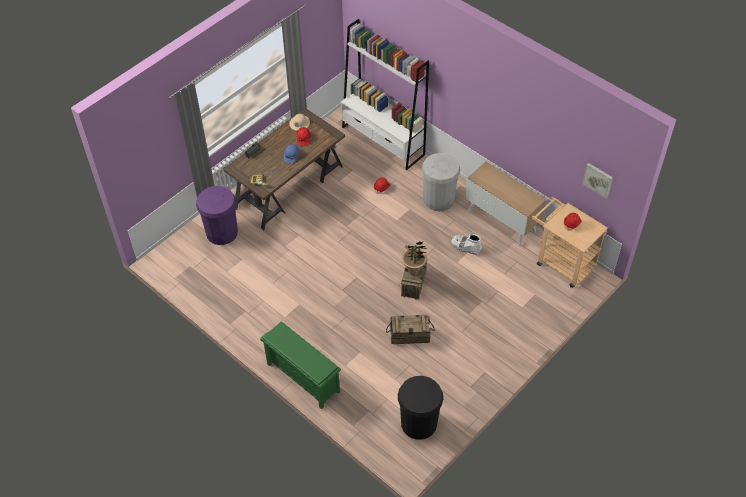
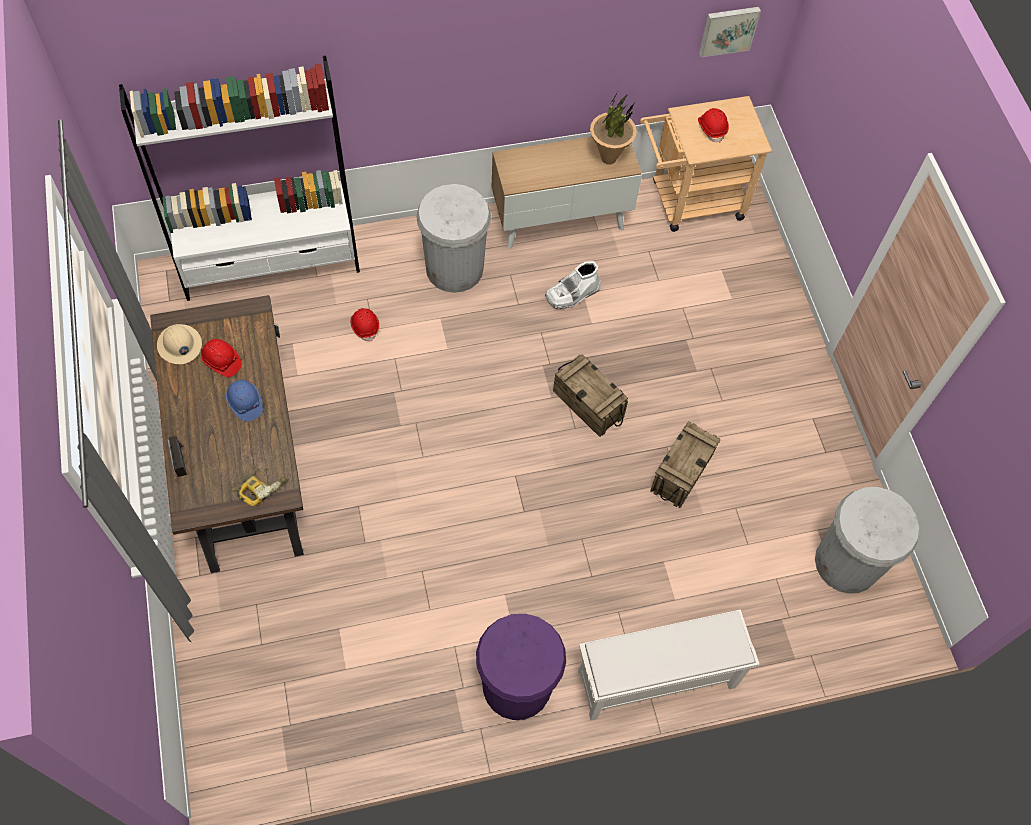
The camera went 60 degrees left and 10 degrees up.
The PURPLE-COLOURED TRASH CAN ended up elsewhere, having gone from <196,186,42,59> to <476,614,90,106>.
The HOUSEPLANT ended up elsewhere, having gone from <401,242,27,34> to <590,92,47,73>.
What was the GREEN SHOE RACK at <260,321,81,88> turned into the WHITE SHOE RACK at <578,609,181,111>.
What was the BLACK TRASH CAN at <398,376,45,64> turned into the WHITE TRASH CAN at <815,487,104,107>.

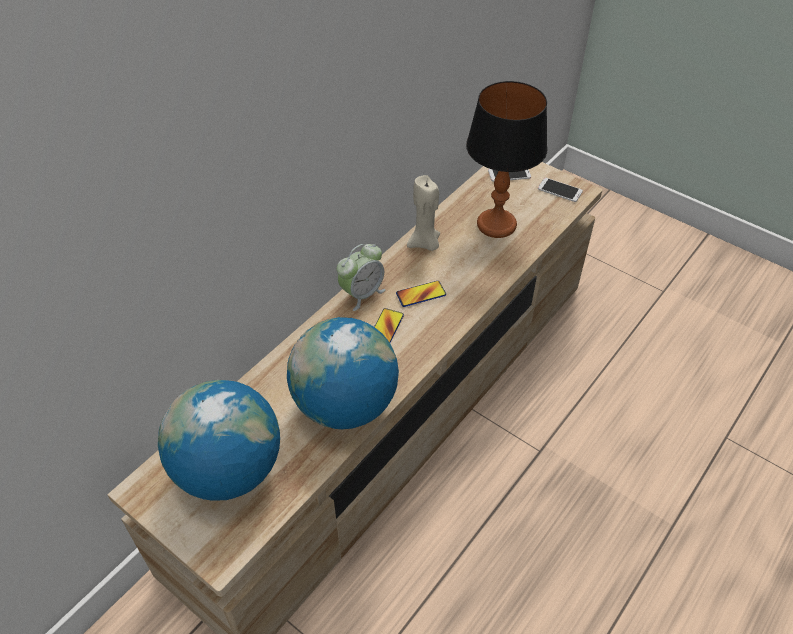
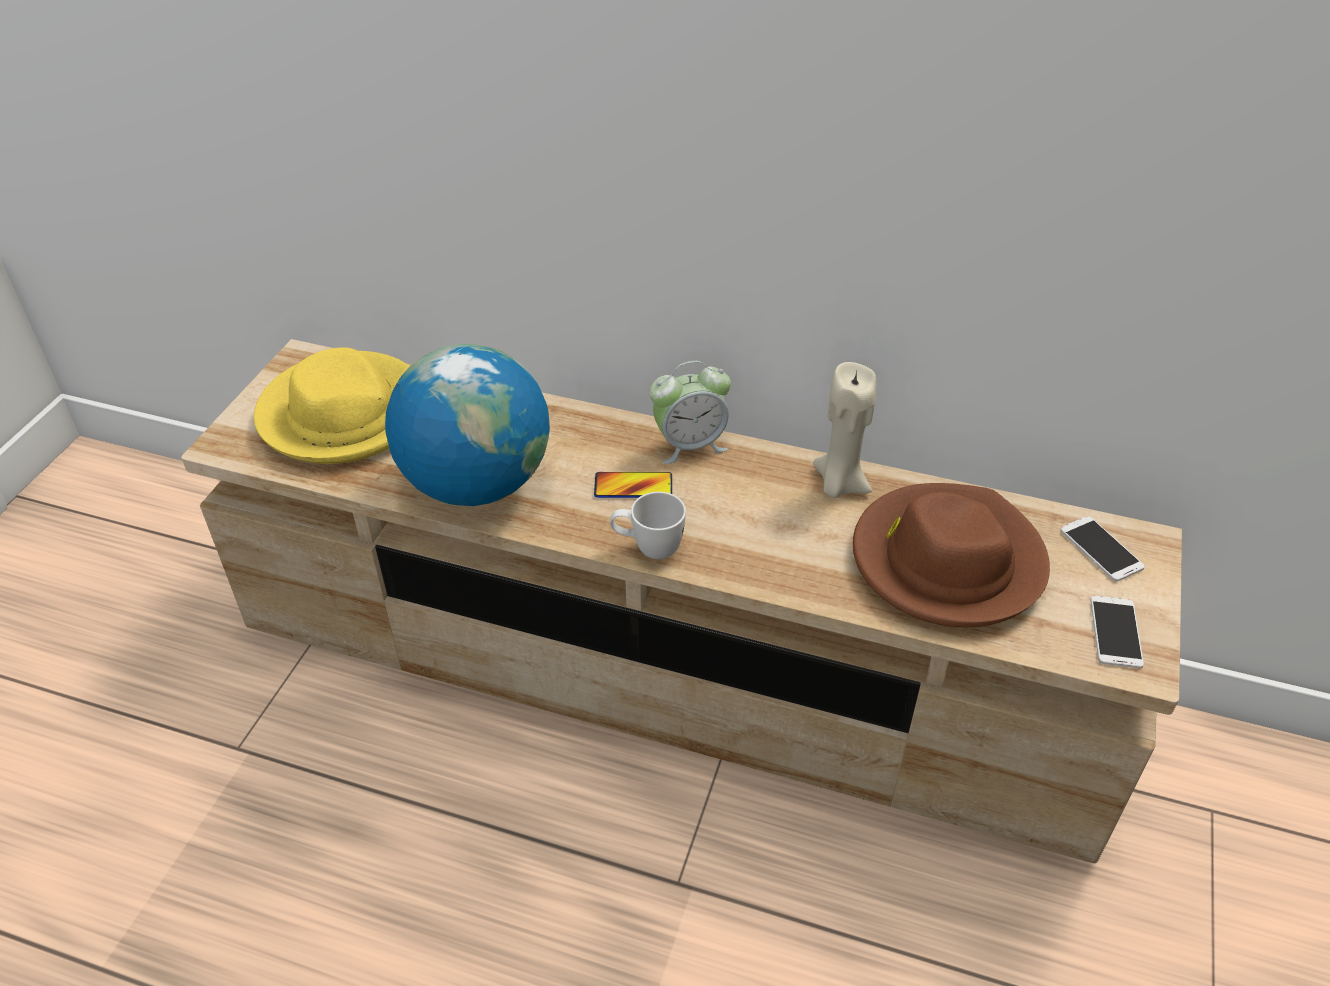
The camera went 70 degrees right and 5 degrees down.
Where the LAMP FOR A TABLE stood at <466,81,82,157>, the BROWN-COLOURED CLOTHING HAT came to stand at <853,483,197,144>.
The ALARM CLOCK at <337,244,49,67> ended up facing another way, 45 degrees counterclockwise from before.
The second view lost the TELEPHONE at <396,281,50,26>.
Where the WORLD GLOBE stood at <158,380,122,121>, the YELLOW-COLOURED CLOTHING HAT came to stand at <254,348,156,116>.
The second view gained the WHITE COFFEE MUG at <610,492,76,67>.

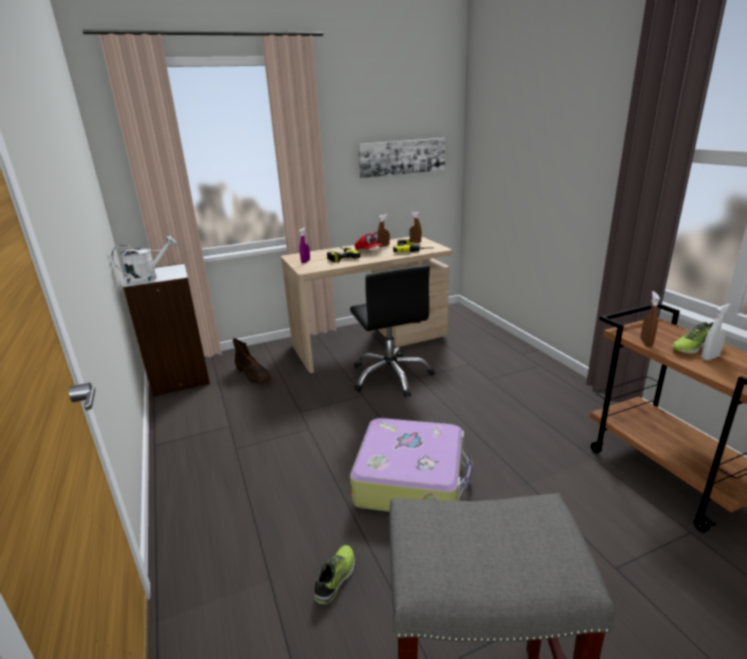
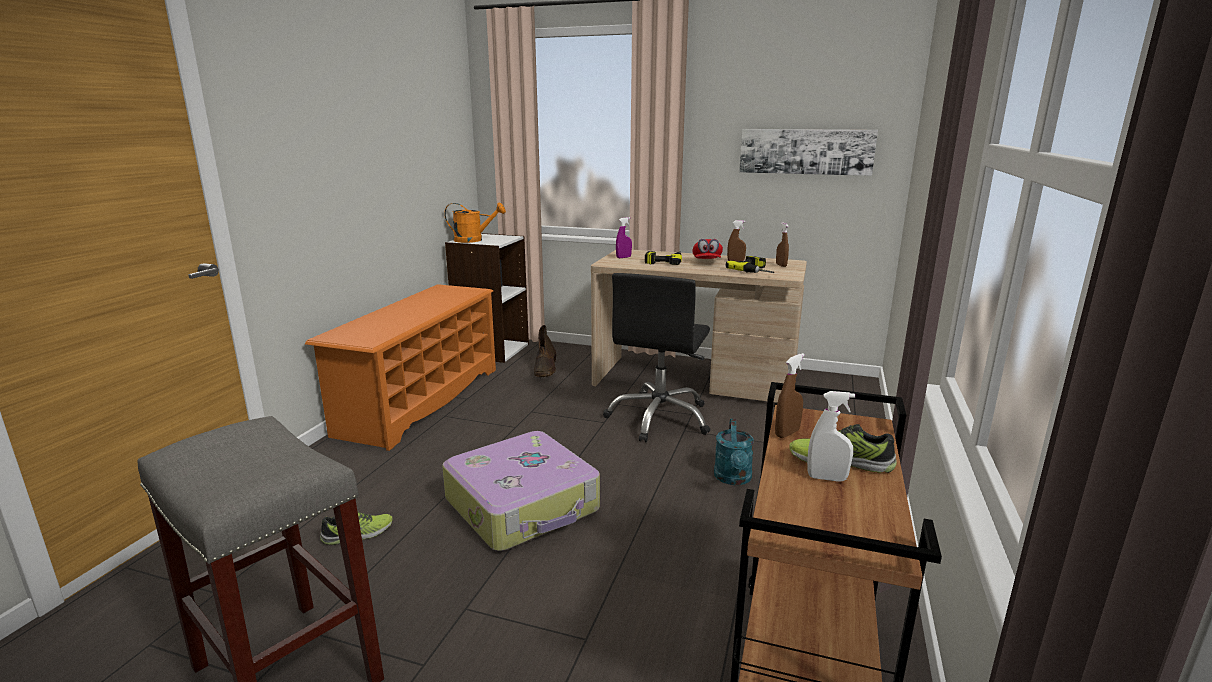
The camera went 40 degrees right and 5 degrees down.
What was the WHITE SPRINKLING CAN at <112,236,64,48> turned into the ORANGEY SPRINKLING CAN at <444,203,62,40>.
The second view gained the ORANGEY SHOE RACK at <305,284,191,167>.
The second view gained the BLUE-GREEN SPRINKLING CAN at <714,419,40,66>.

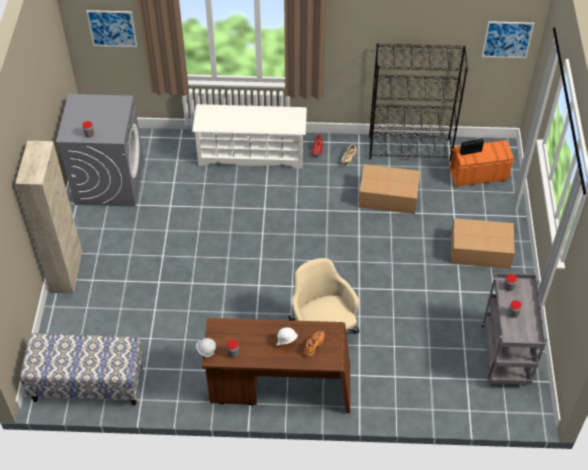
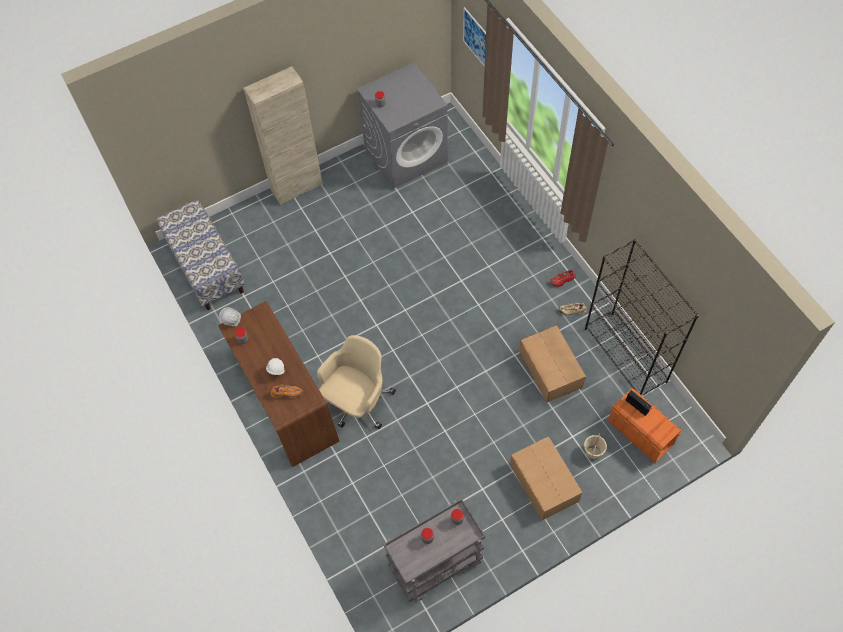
The camera went 60 degrees right and 10 degrees up.
The second view lost the WALL ART at <482,21,52,37>.
The second view lost the WHITE SHOE RACK at <192,104,115,65>.
The second view gained the BEIGE PAIL at <584,433,23,26>.

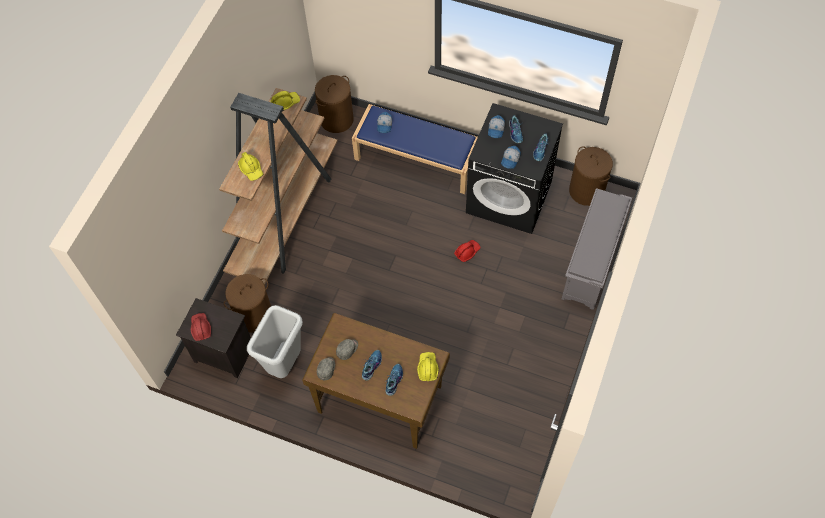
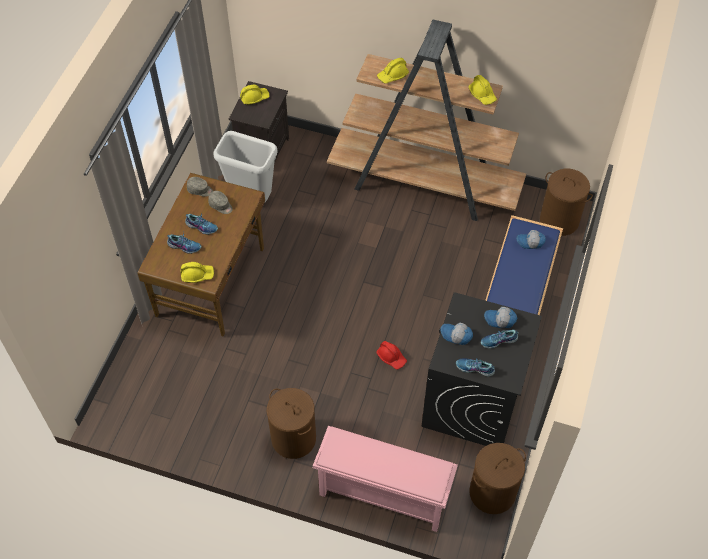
The camera went 85 degrees right and 5 degrees down.
What was the GRAY SHOE RACK at <562,188,70,122> turned into the PINKISH SHOE RACK at <313,426,145,106>.
The BROWN-COLOURED LAUNDRY BASKET ended up elsewhere, having gone from <224,274,47,59> to <267,388,49,71>.
What was the REDDISH WORK HELMET at <191,313,20,28> turned into the YELLOW-COLOURED WORK HELMET at <240,85,30,20>.

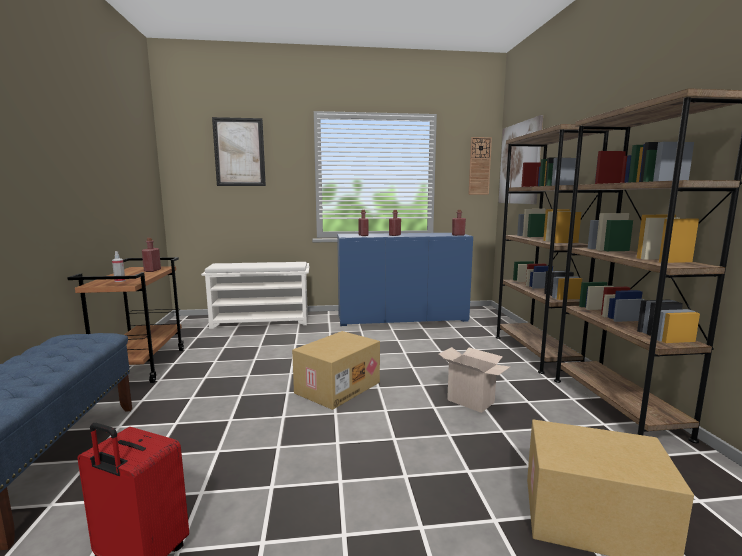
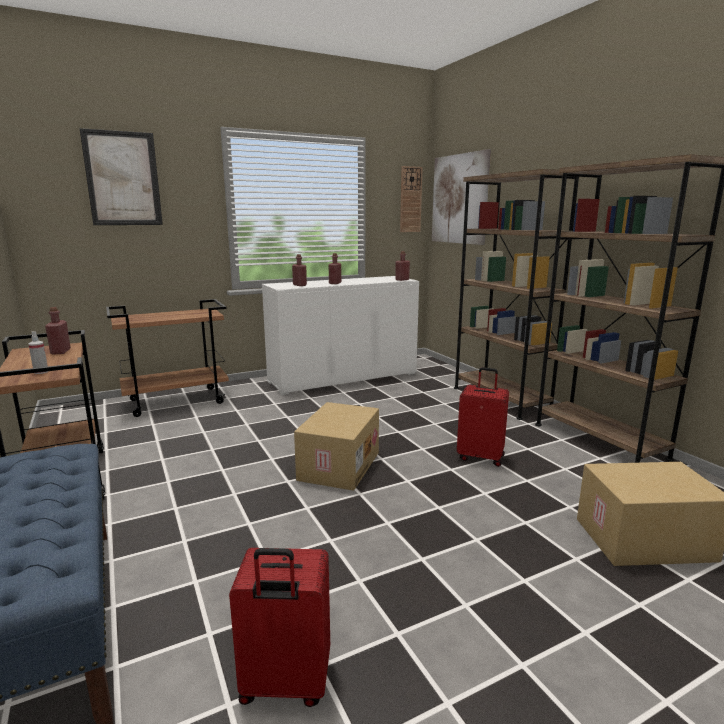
The camera went 20 degrees left and 5 degrees up.
What was the BLUE STORAGE CABINET at <337,233,136,93> turned into the WHITE STORAGE CABINET at <262,276,157,119>.
Where the WHITE SHOE RACK stood at <201,262,109,67>, the BROWN-COLOURED TROLLEY came to stand at <106,299,123,118>.
Where the PACKING BOX stood at <439,347,71,66>, the REDDISH SUITCASE came to stand at <457,367,52,100>.

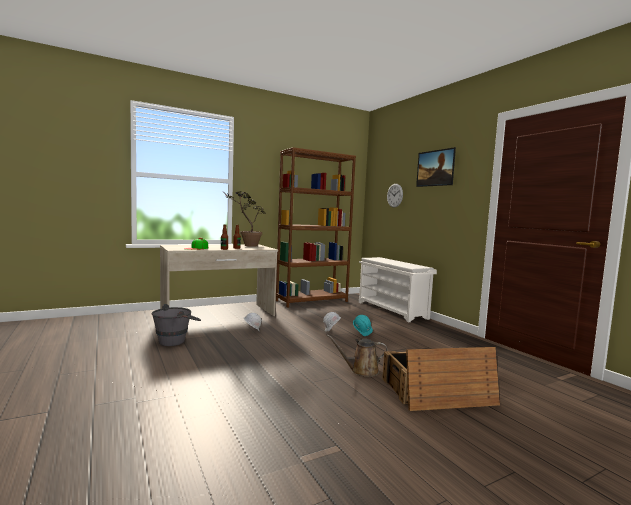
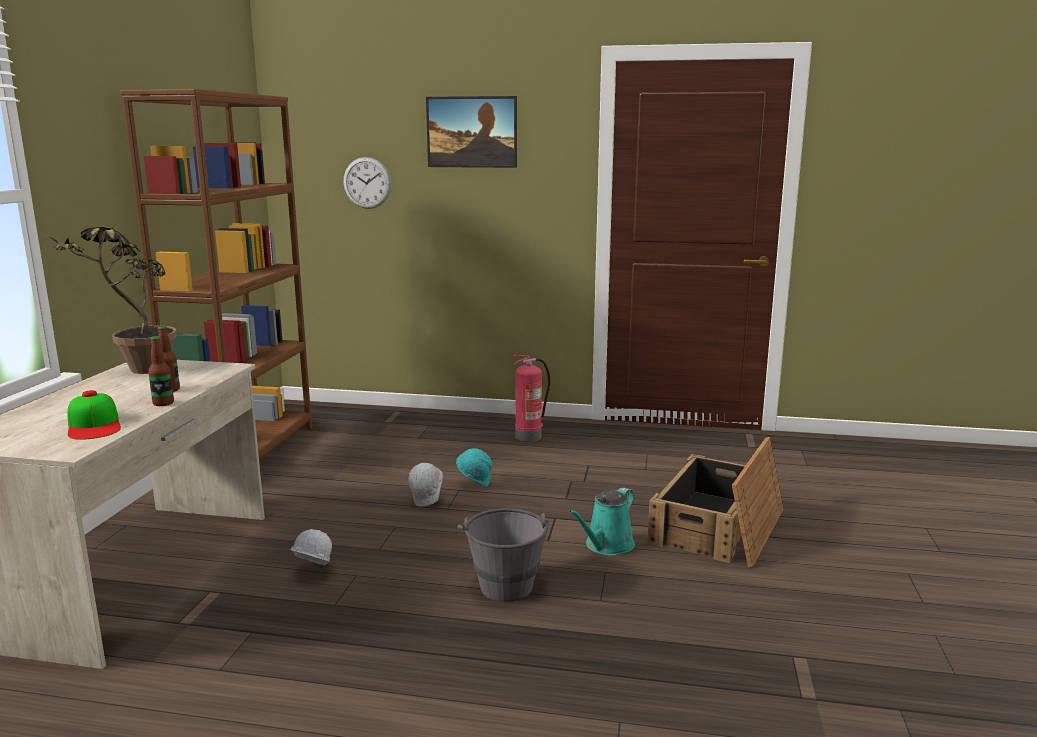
The camera went 50 degrees left and 10 degrees up.
The second view lost the WHITE SHOE RACK at <359,257,78,65>.
The GRAY PAIL ended up elsewhere, having gone from <152,304,49,42> to <457,508,92,94>.
What was the BROWN-COLOURED SPRINKLING CAN at <326,334,62,43> turned into the BLUE-GREEN SPRINKLING CAN at <569,487,66,69>.
The second view gained the FIRE-FIGHTING CYLINDER at <512,354,38,88>.

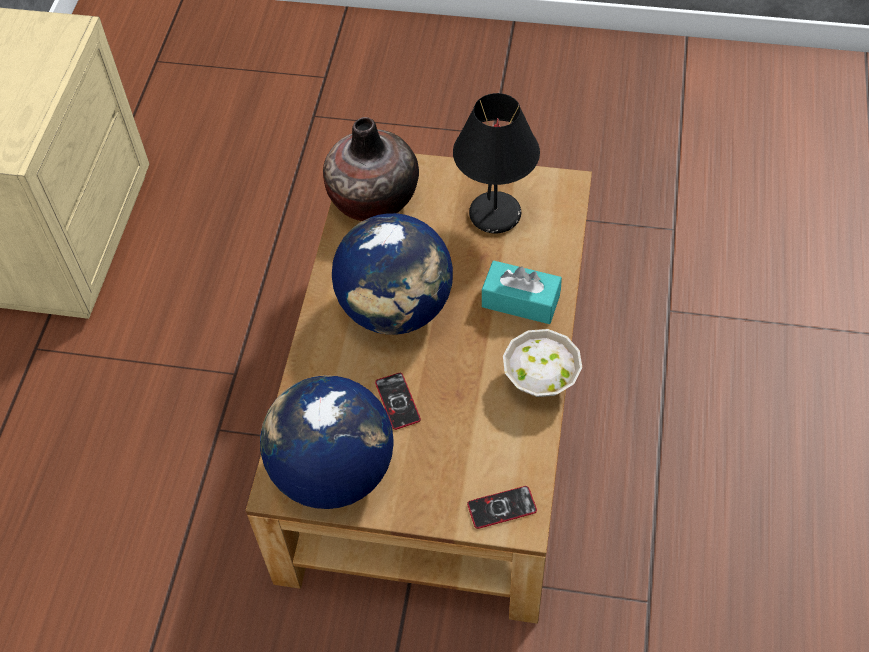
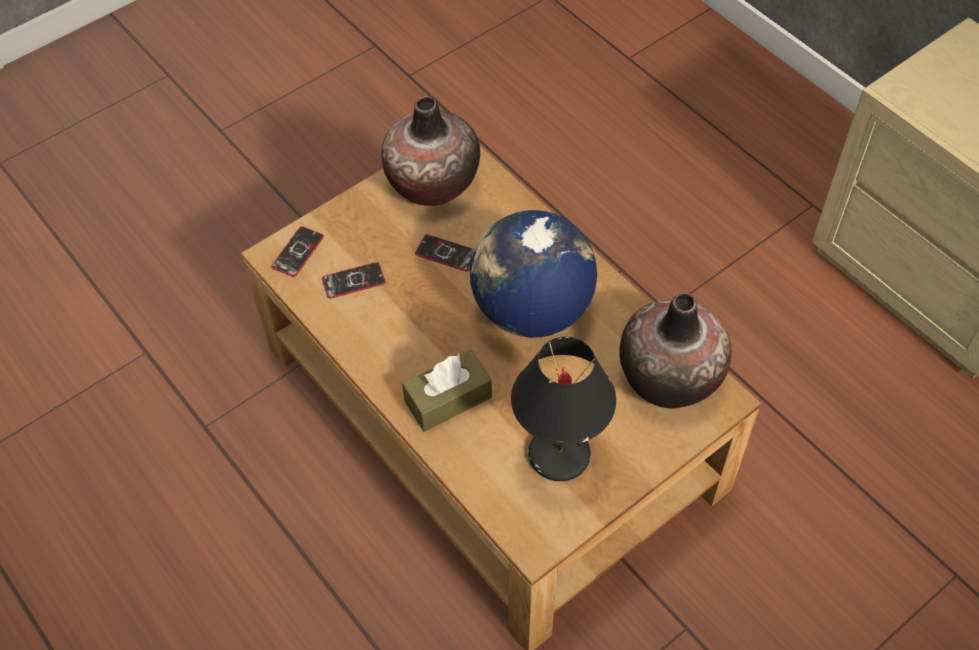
The camera went 130 degrees right and 0 degrees up.
What was the BLUE-GREEN BOX OF TISSUES at <482,260,80,64> turned into the BROWN-COLOURED BOX OF TISSUES at <402,350,90,82>.
The second view lost the WHITE DEEP DISH at <503,329,79,68>.
Where the WORLD GLOBE stood at <260,375,134,134>, the FLOWER VASE came to stand at <381,96,99,110>.
The second view gained the TELEPHONE at <322,262,64,37>.

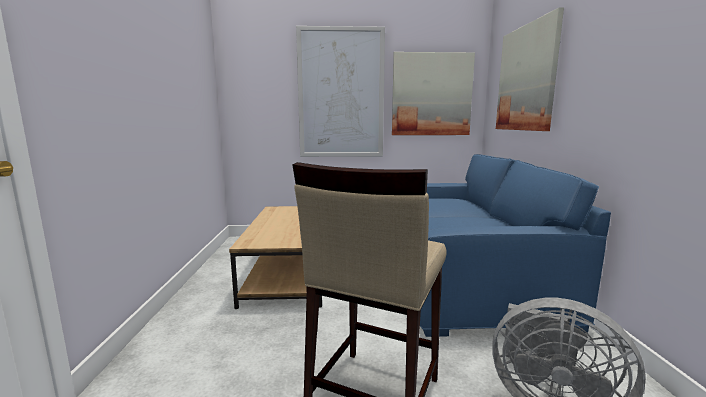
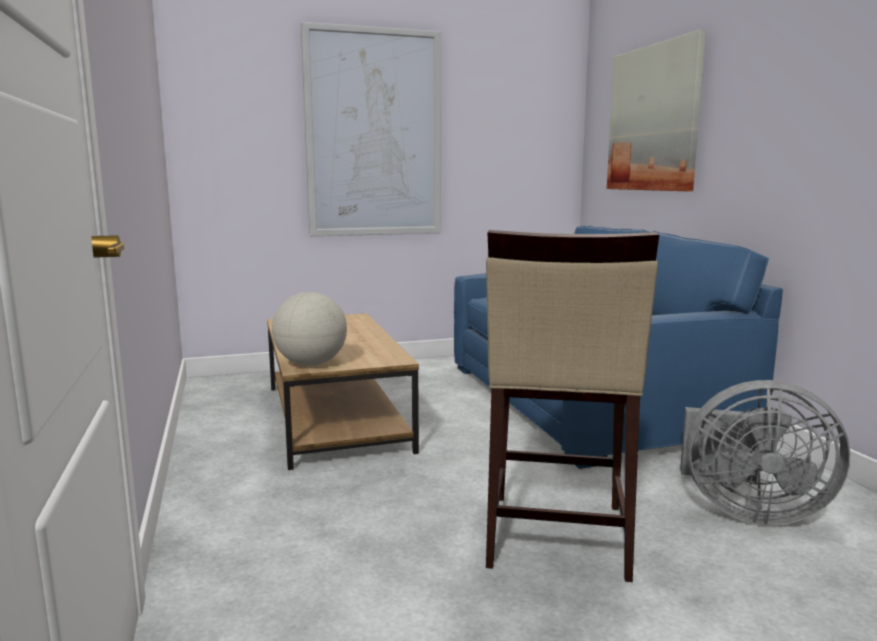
The camera went 15 degrees left and 0 degrees up.
The second view lost the WALL ART at <392,52,83,83>.
The second view gained the WORLD GLOBE at <272,292,75,74>.

